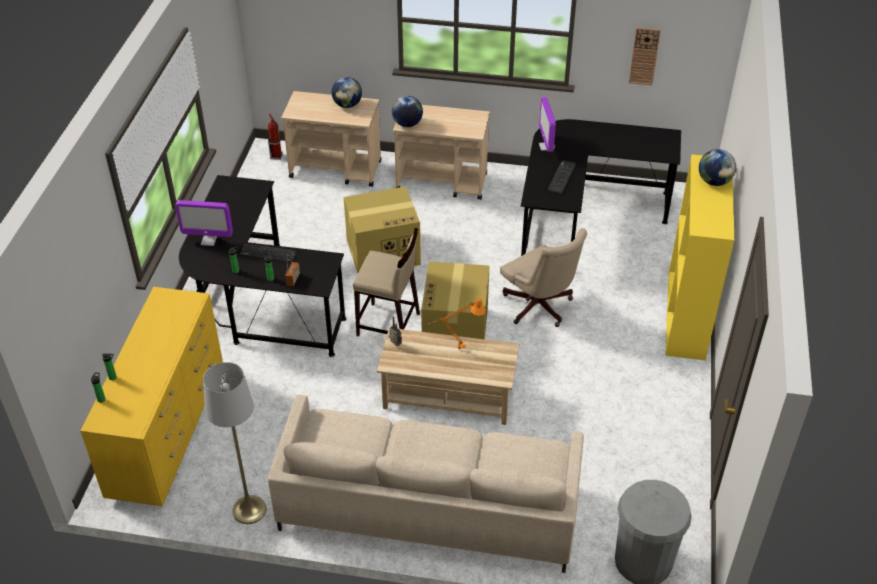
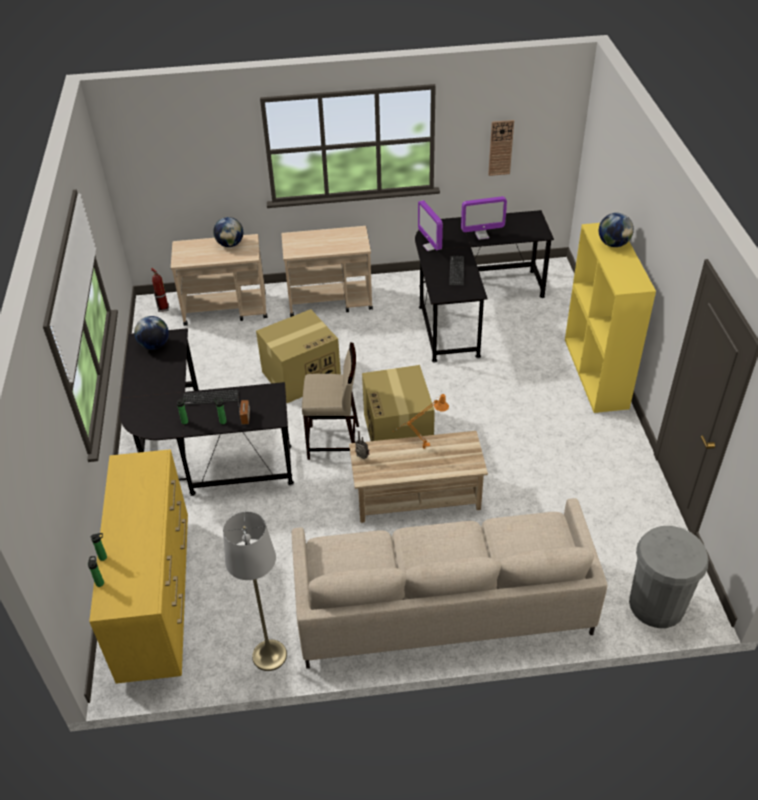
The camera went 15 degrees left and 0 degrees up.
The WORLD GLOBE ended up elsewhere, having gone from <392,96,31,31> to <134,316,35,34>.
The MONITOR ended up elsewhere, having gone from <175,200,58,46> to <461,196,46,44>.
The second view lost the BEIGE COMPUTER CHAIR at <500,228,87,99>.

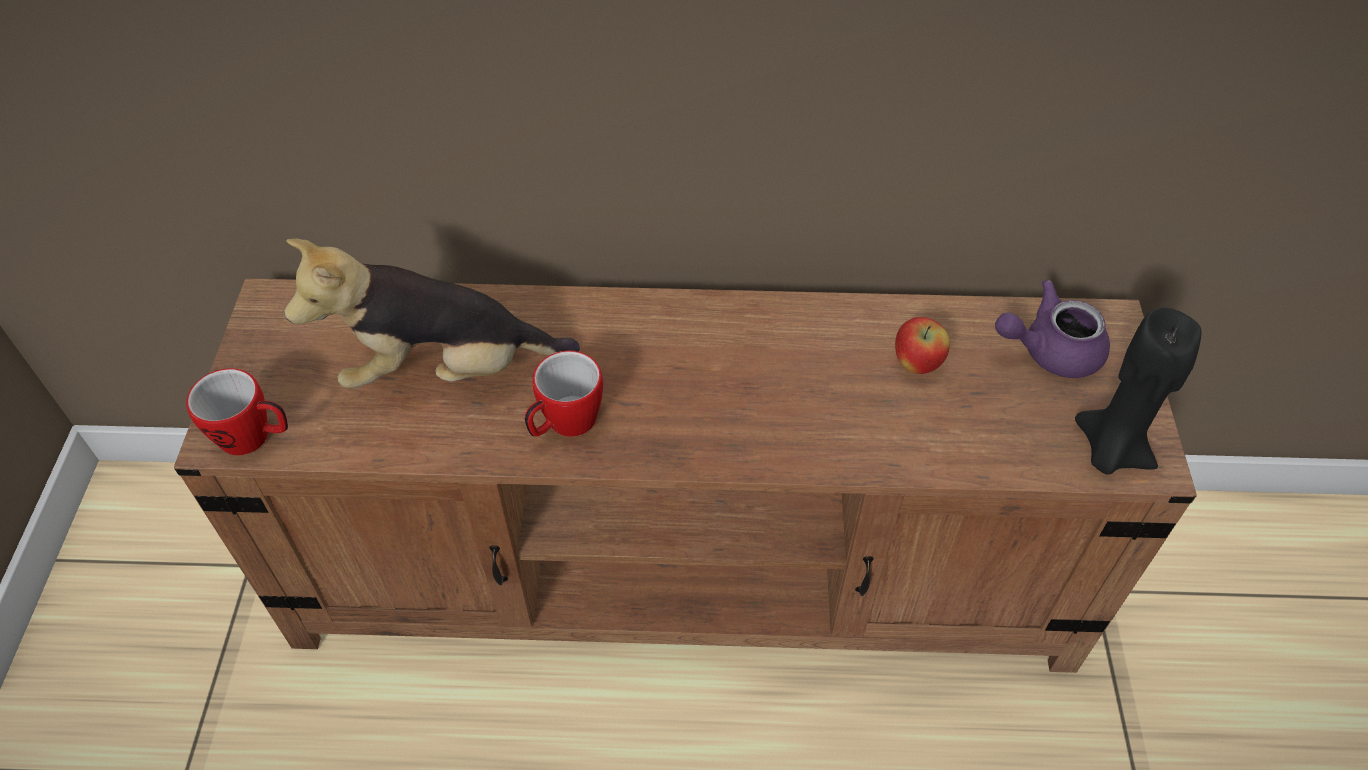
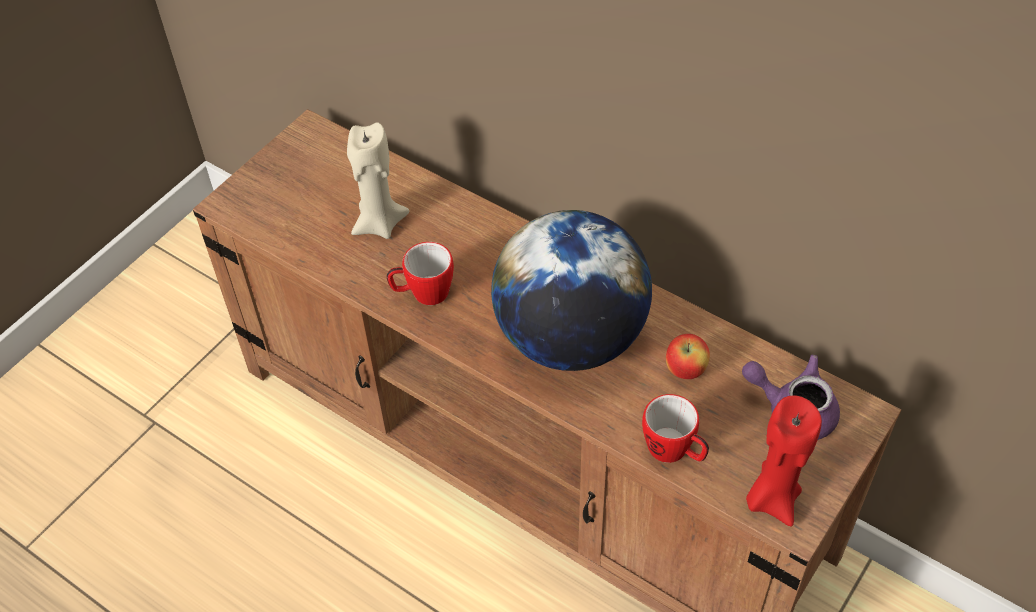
The camera went 35 degrees right and 0 degrees up.
Where the PLUSH TOY stood at <285,238,295,151>, the BEIGE WAX LIGHT came to stand at <347,122,62,117>.
What was the BLACK WAX LIGHT at <1075,307,126,168> turned into the REDDISH WAX LIGHT at <746,395,76,132>.
The COFFEE MUG ended up elsewhere, having gone from <186,368,102,87> to <642,394,67,69>.
The second view gained the WORLD GLOBE at <491,210,161,161>.

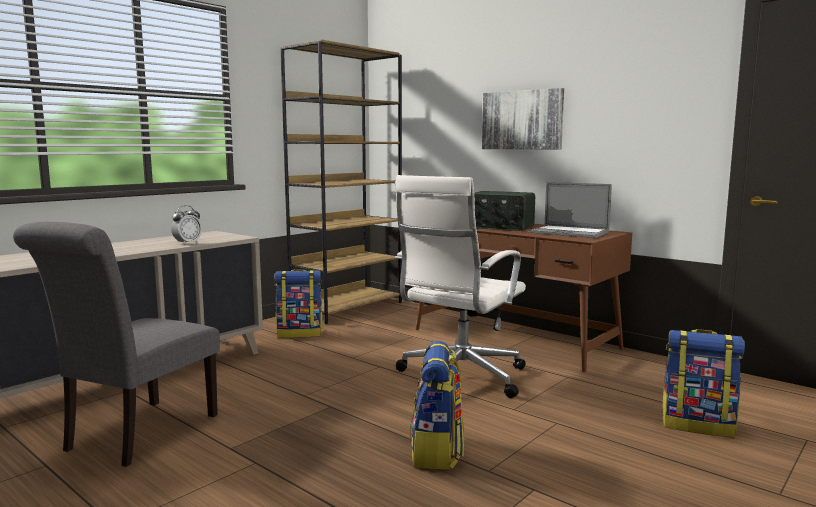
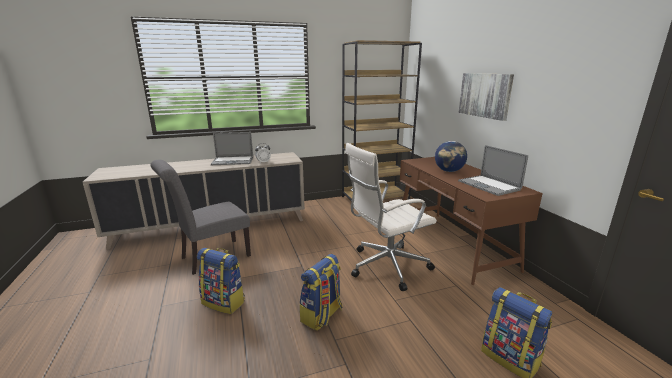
The camera went 30 degrees right and 10 degrees up.
Where the RADIO SET stood at <474,191,61,40>, the WORLD GLOBE came to stand at <435,141,32,31>.
The KNAPSACK ended up elsewhere, having gone from <274,269,49,69> to <197,248,48,66>.
The second view gained the NOTEBOOK COMPUTER at <211,132,42,33>.

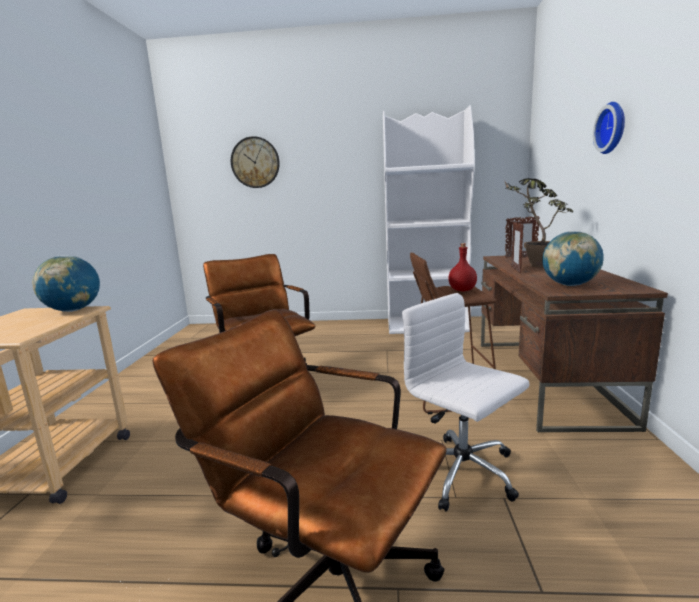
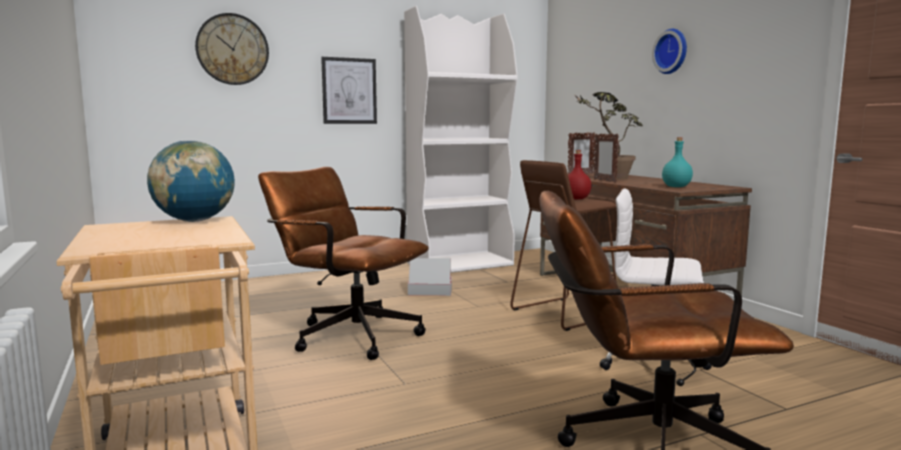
The camera went 30 degrees left and 5 degrees down.
Where the WORLD GLOBE stood at <542,231,62,55>, the BLUE-GREEN BEVERAGE BOTTLE came to stand at <662,137,31,50>.
The second view gained the WALL ART at <321,57,56,67>.
The second view gained the PACKING BOX at <408,258,44,38>.

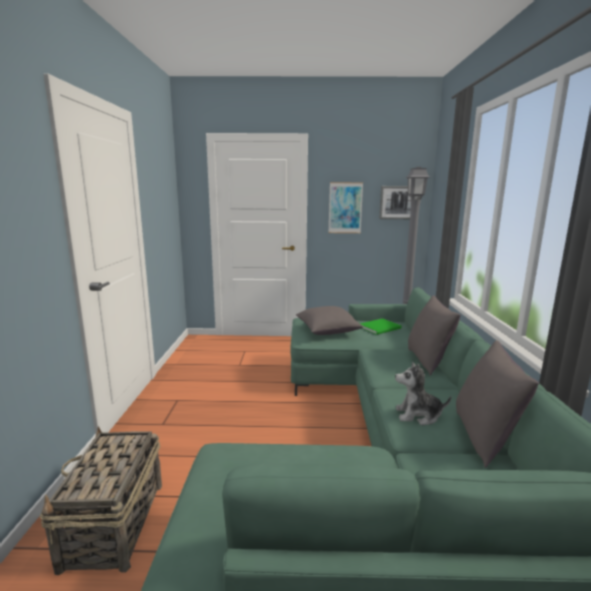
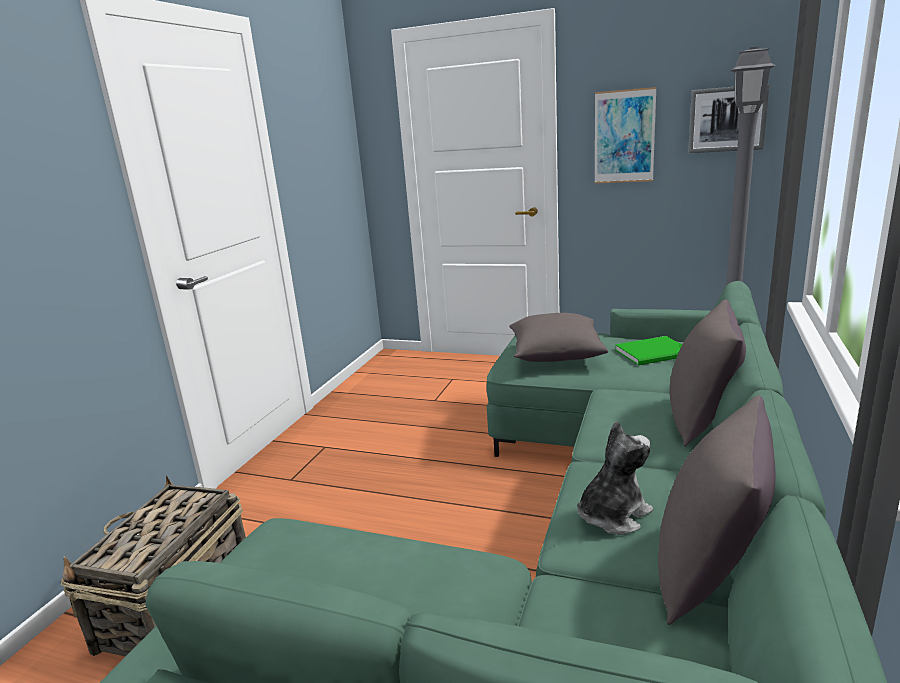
The camera went 20 degrees right and 5 degrees up.
The PLUSH TOY at <395,362,56,63> ended up facing another way, 120 degrees clockwise from before.

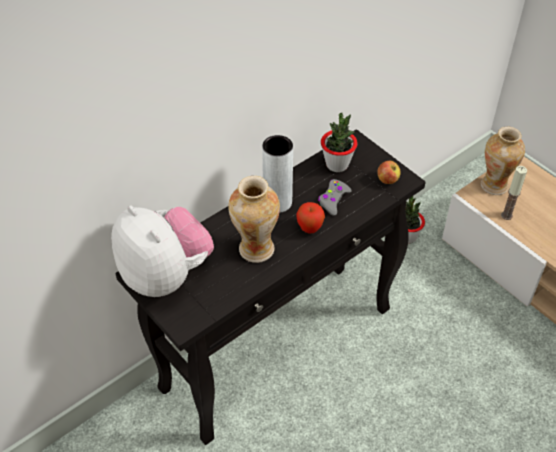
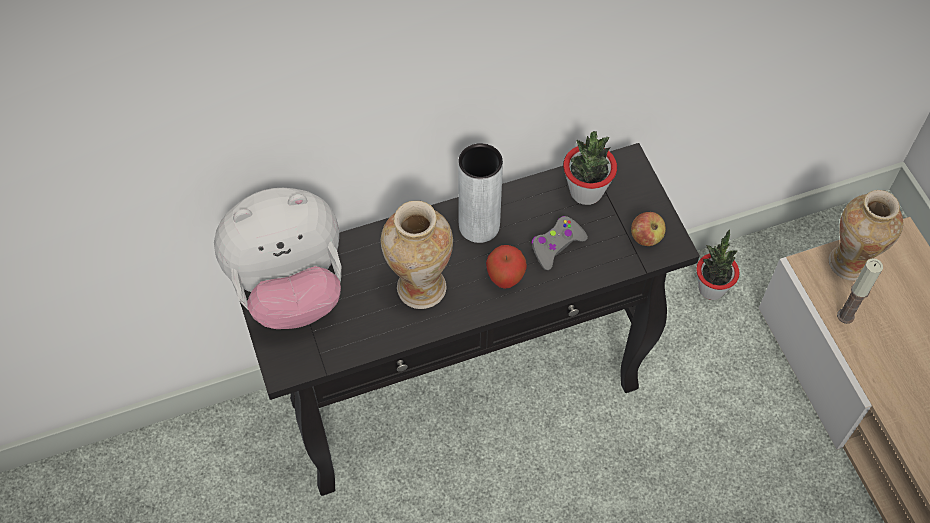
The camera went 20 degrees right and 10 degrees up.
The PLUSH TOY at <111,206,103,91> ended up facing another way, 90 degrees clockwise from before.

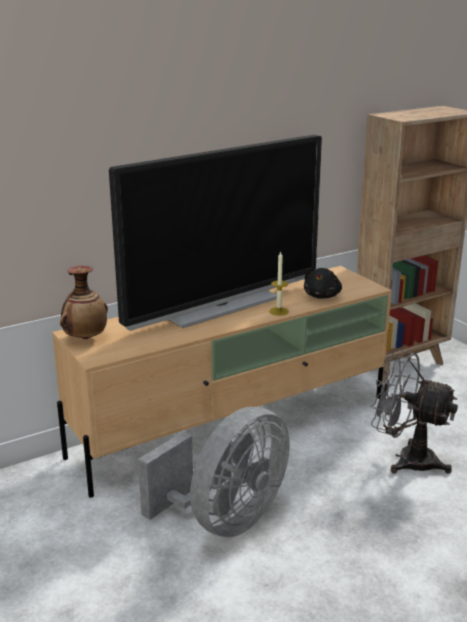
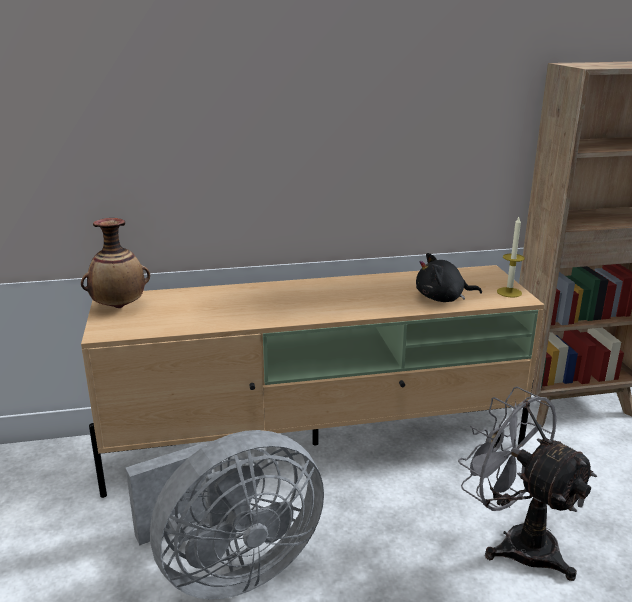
The camera went 20 degrees right and 0 degrees up.
The second view lost the TV SET at <109,135,213,196>.
The WAX LIGHT ended up elsewhere, having gone from <269,251,20,65> to <497,217,28,80>.
The BLACK PLUSH TOY at <304,268,38,31> ended up facing another way, 45 degrees clockwise from before.

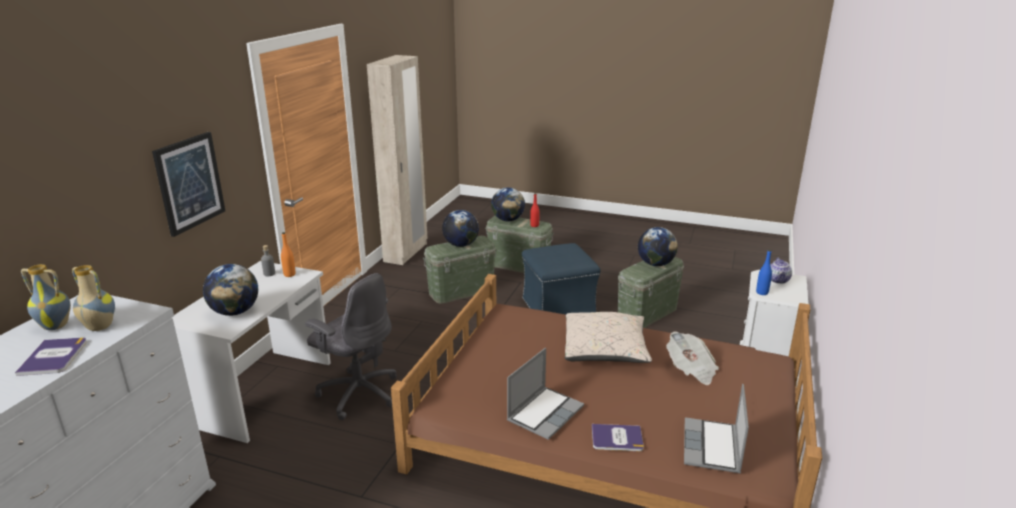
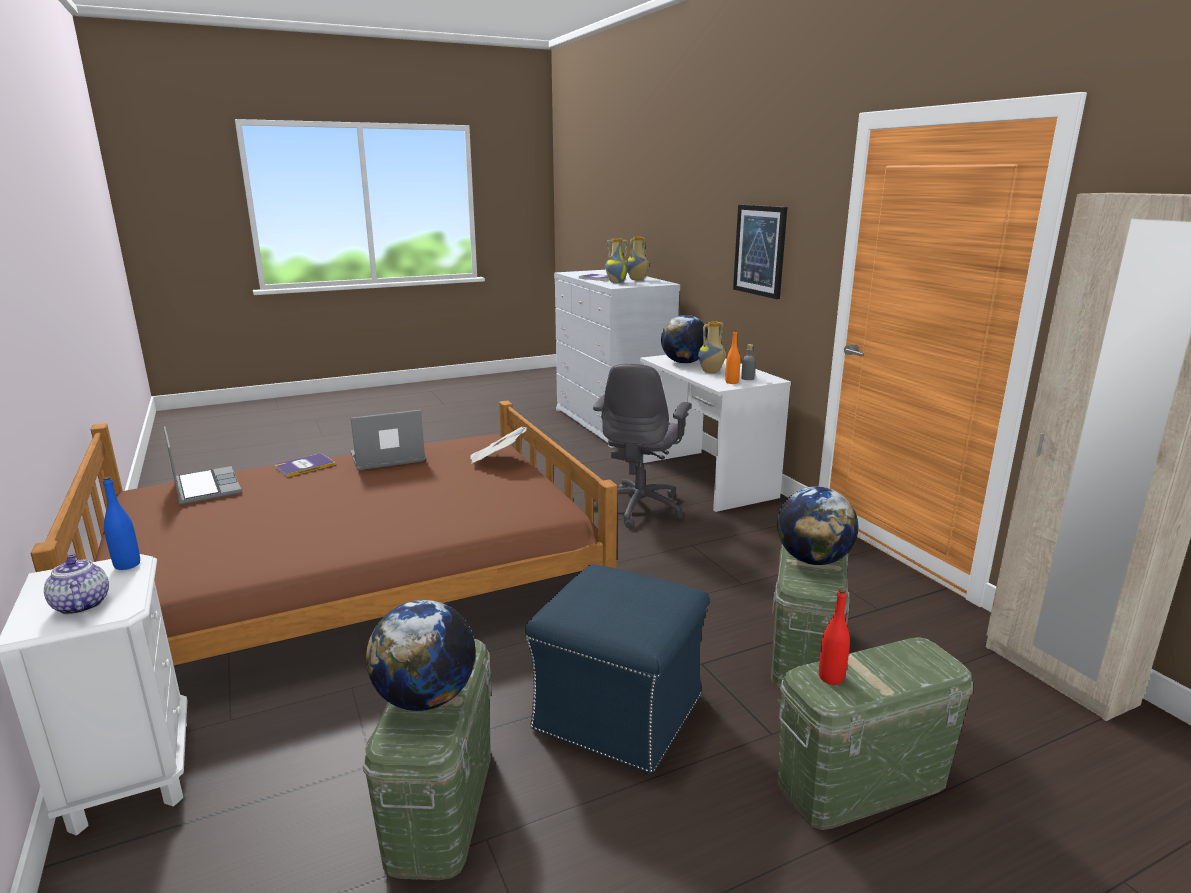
The camera went 135 degrees right and 5 degrees down.
The second view lost the WORLD GLOBE at <491,188,34,33>.
The GRAY COMPUTER CHAIR at <305,273,92,147> ended up facing another way, 60 degrees counterclockwise from before.
The second view lost the BEIGE CUSHION at <565,312,87,51>.
The NEWSPAPER ended up elsewhere, having gone from <666,331,53,54> to <470,427,57,37>.
The NOTEBOOK COMPUTER at <507,348,77,92> ended up facing another way, 75 degrees clockwise from before.
The second view gained the FLOWER VASE at <698,321,28,52>.

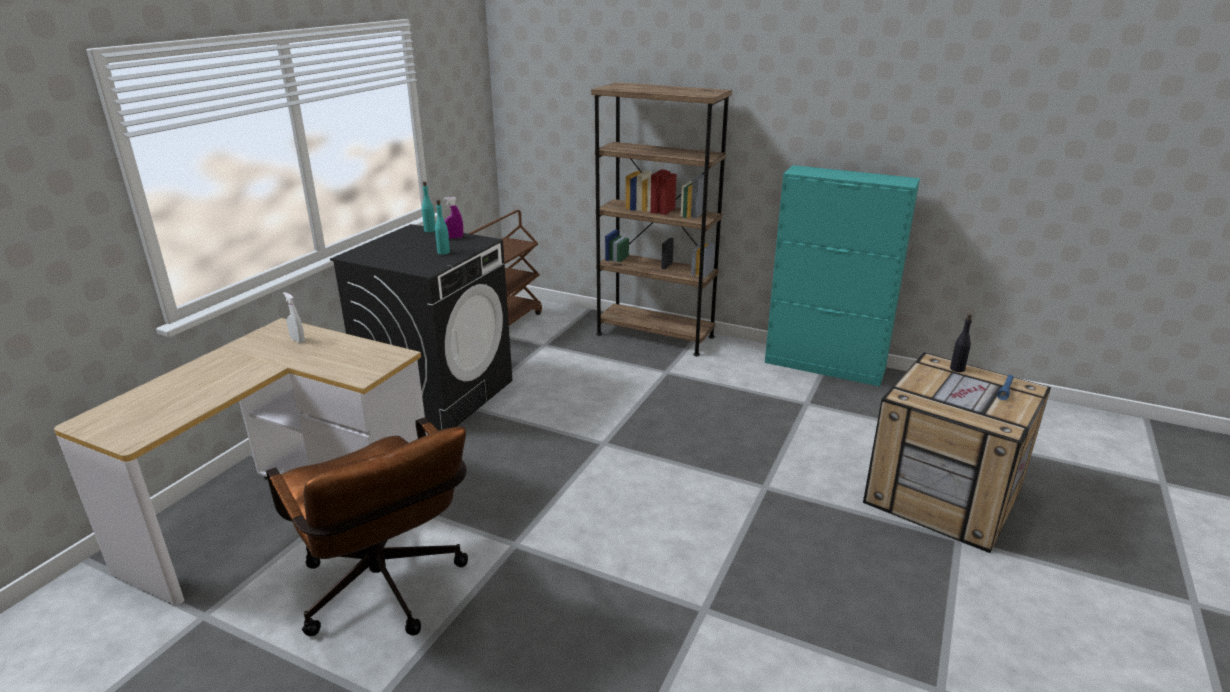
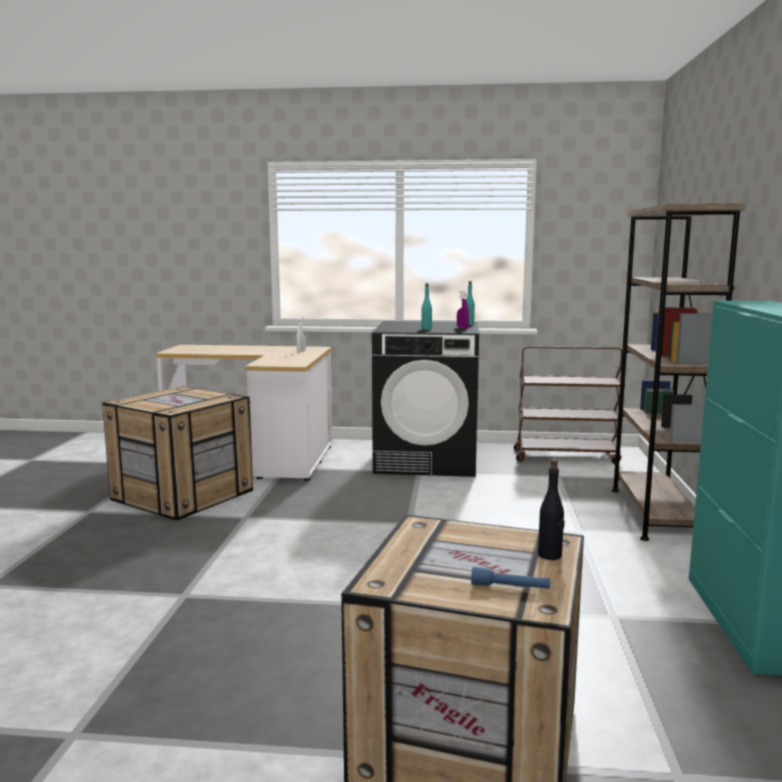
The camera went 70 degrees right and 15 degrees down.
Where the BROWN-COLOURED COMPUTER CHAIR stood at <266,417,202,220>, the PACKING CRATE came to stand at <102,386,151,134>.

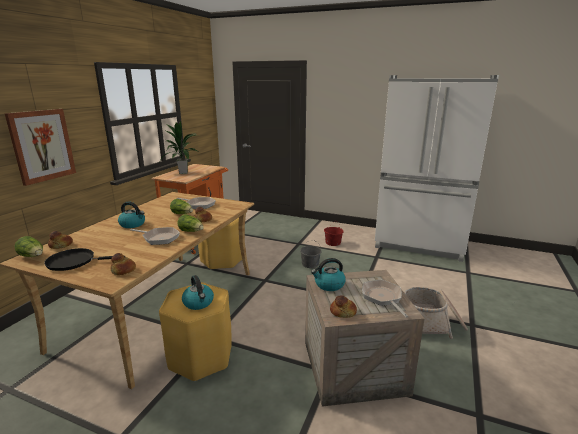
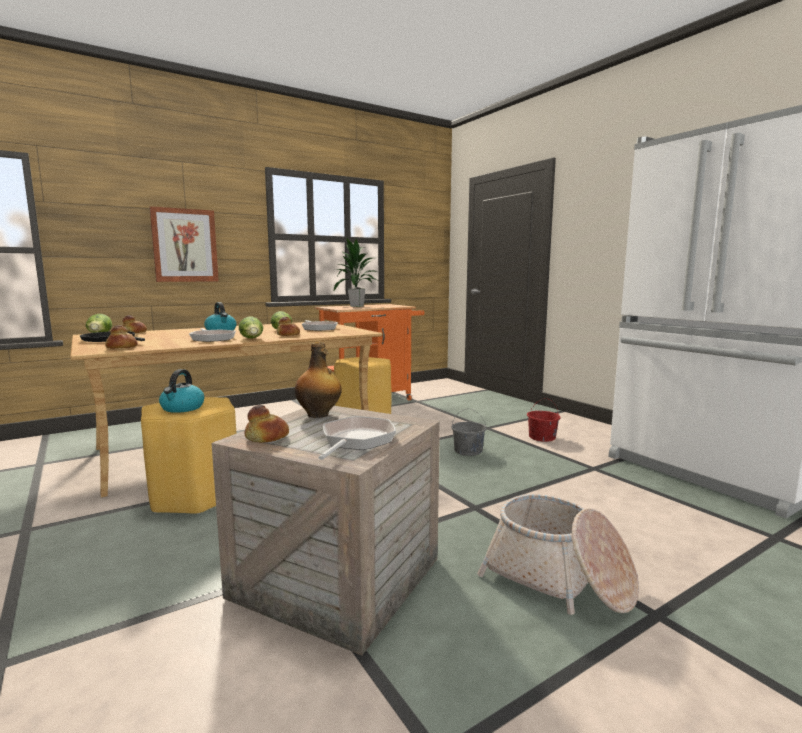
The camera went 35 degrees right and 10 degrees down.
Where the KETTLE stood at <311,258,35,33>, the BEVERAGE BOTTLE came to stand at <295,342,47,76>.

